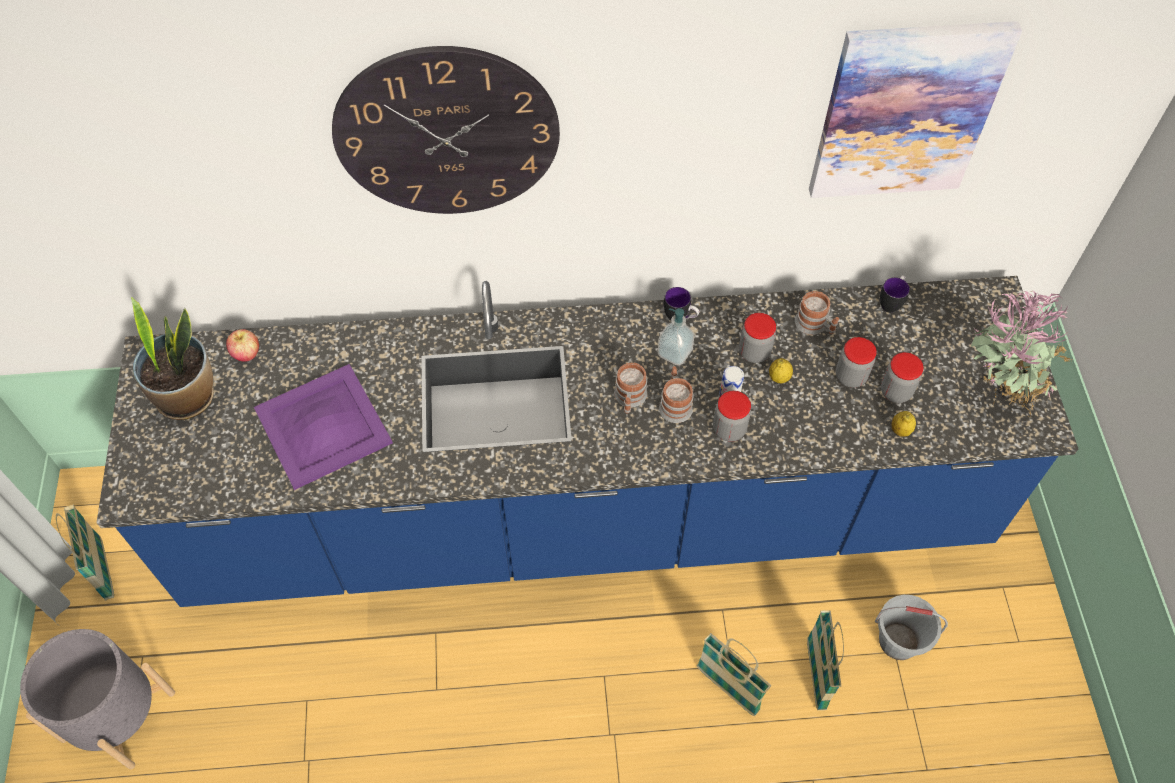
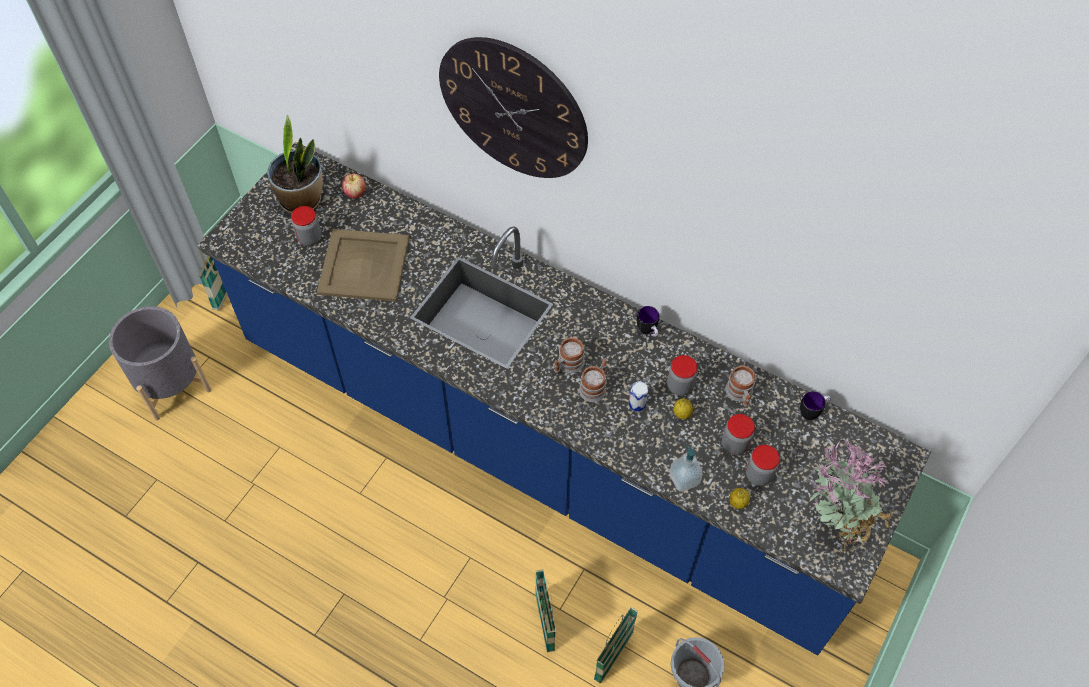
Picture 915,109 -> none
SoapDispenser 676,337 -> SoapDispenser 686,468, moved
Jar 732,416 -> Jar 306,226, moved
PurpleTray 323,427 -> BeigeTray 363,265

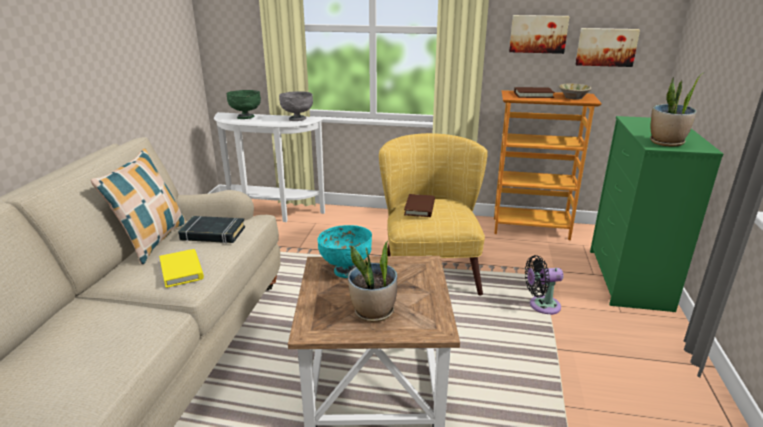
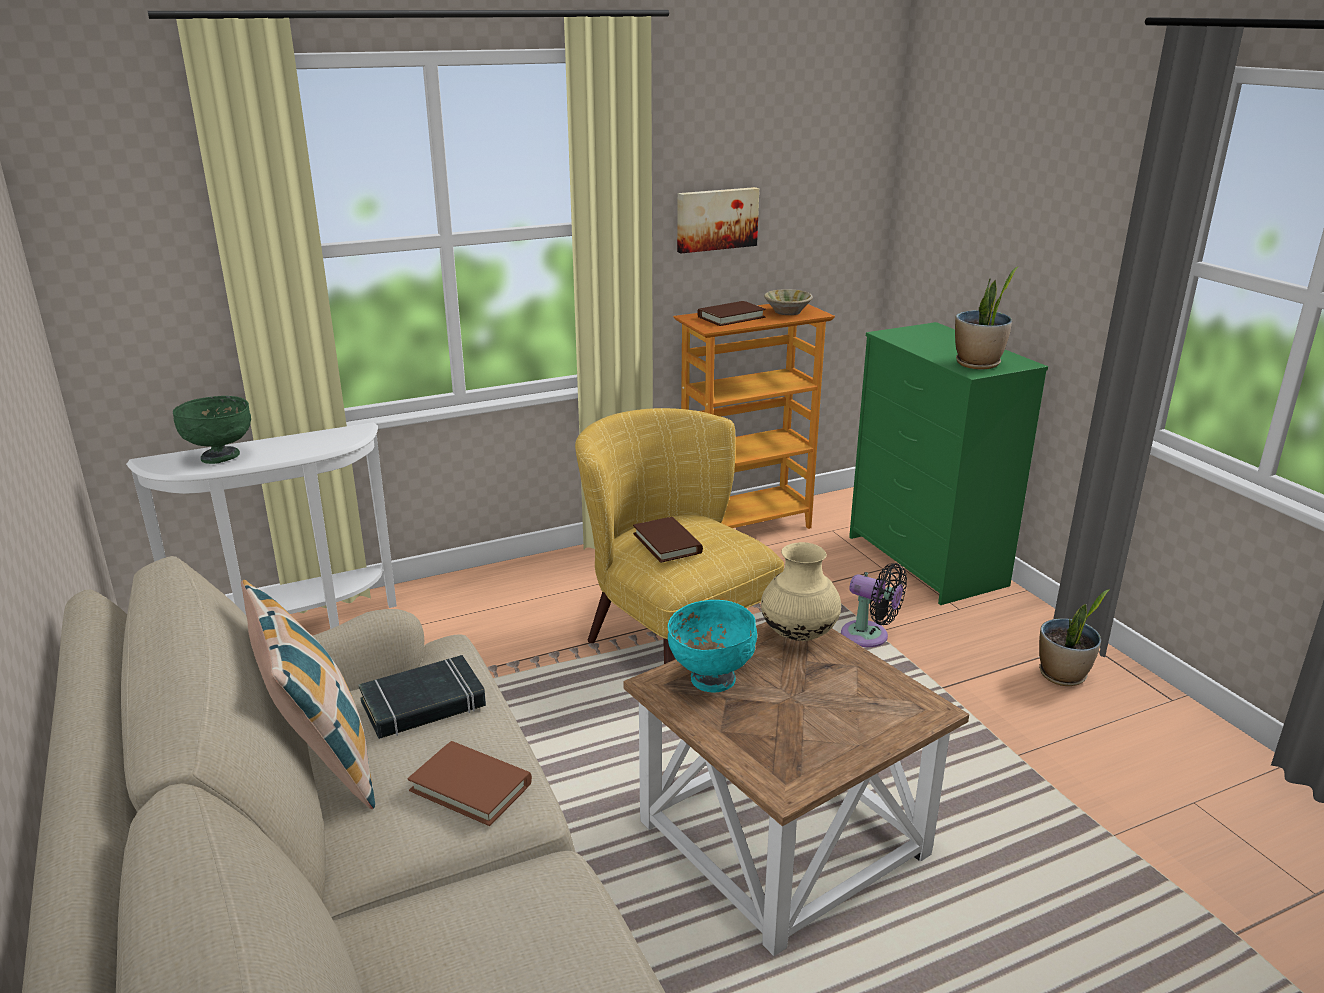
GreyBowl 296,106 -> none
Picture 607,47 -> none
none -> BeigeVase 801,591
PottedPlant 372,281 -> PottedPlant 1074,637, moved
YellowBook 181,268 -> BrownBook 470,783
BlackFan 544,285 -> BlackFan 874,605, 105 degrees counterclockwise

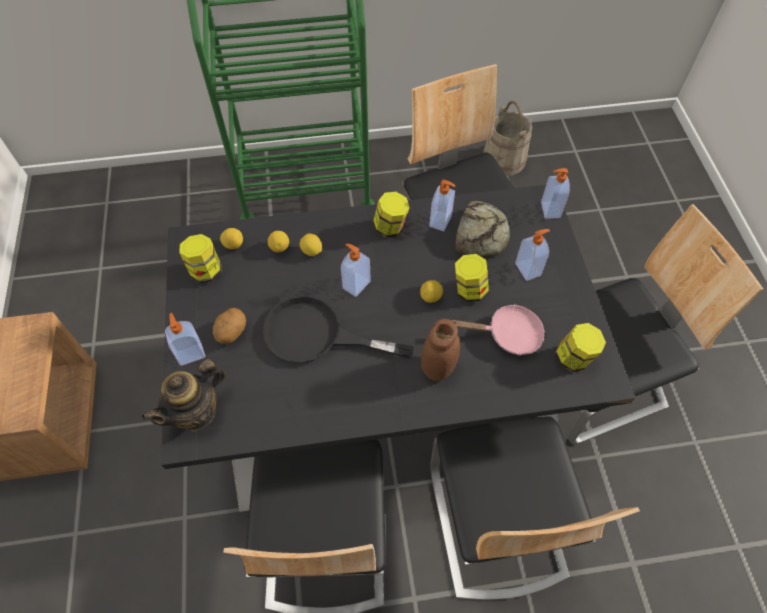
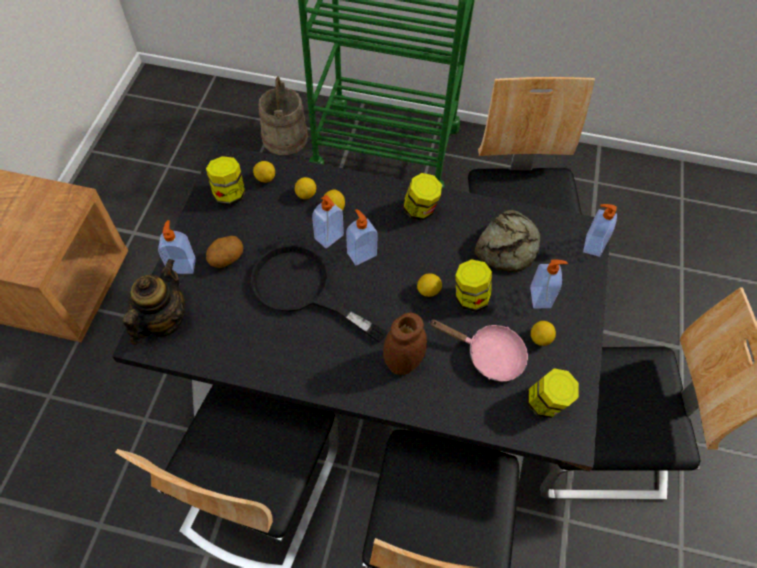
none -> Lemon 543,333
SoapDispenser 442,205 -> SoapDispenser 328,221, moved
BeigeBucket 507,138 -> BeigeBucket 283,115, moved
Teapot 184,395 -> Teapot 154,302, 135 degrees clockwise

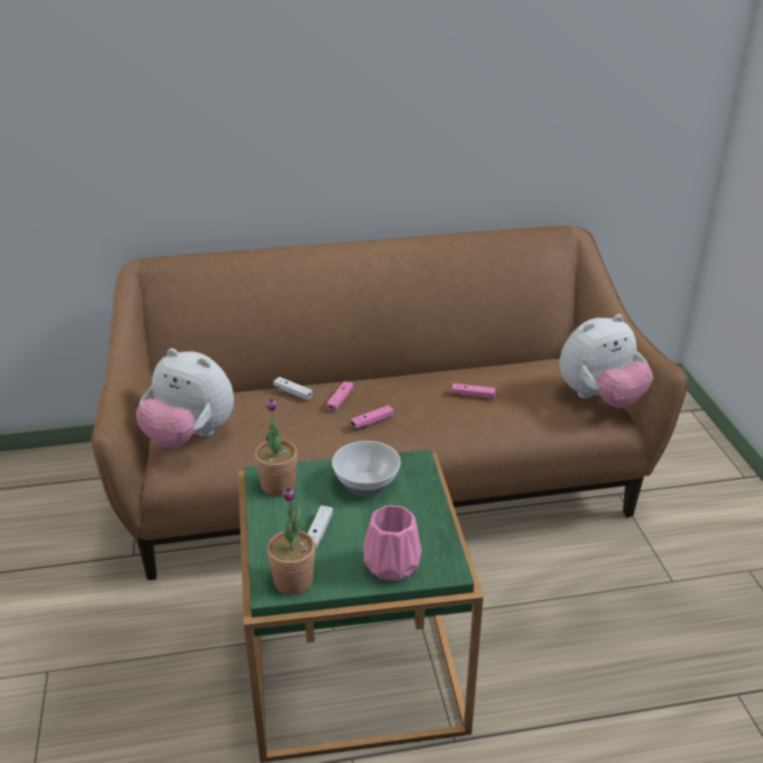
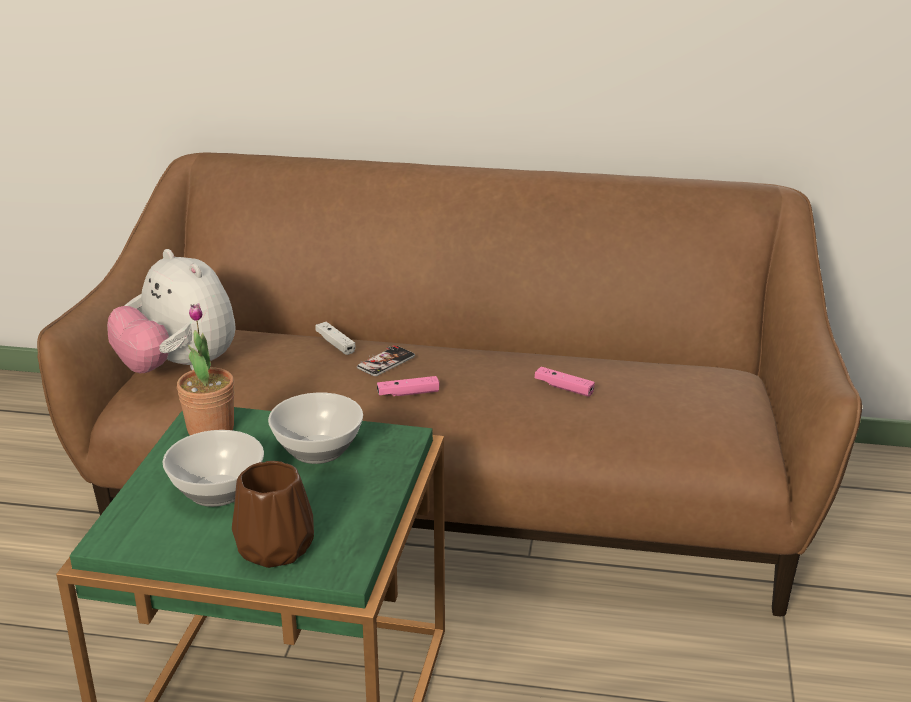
PottedPlant 291,541 -> none
PlushToy 606,361 -> none
WhiteGameController 320,527 -> Bowl 213,468
PinkGameController 339,396 -> Phone 386,360
PinkVase 392,543 -> BrownVase 273,514

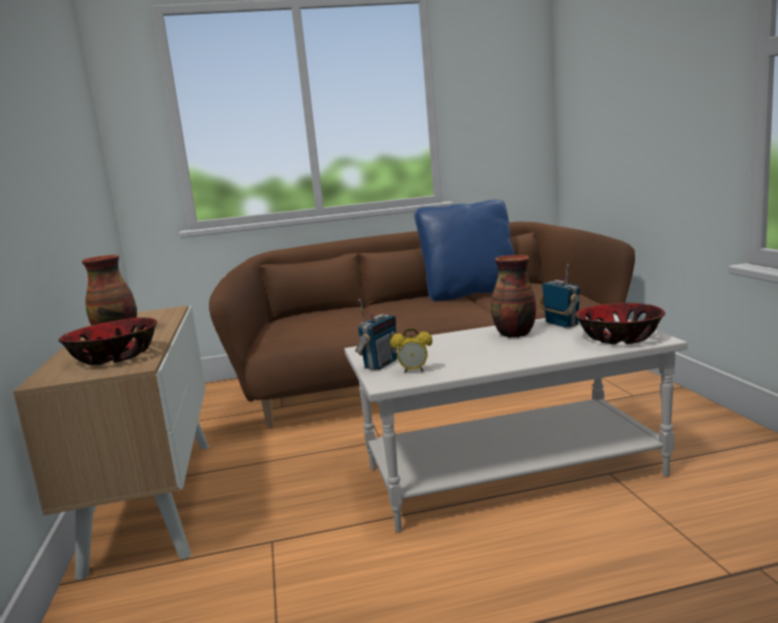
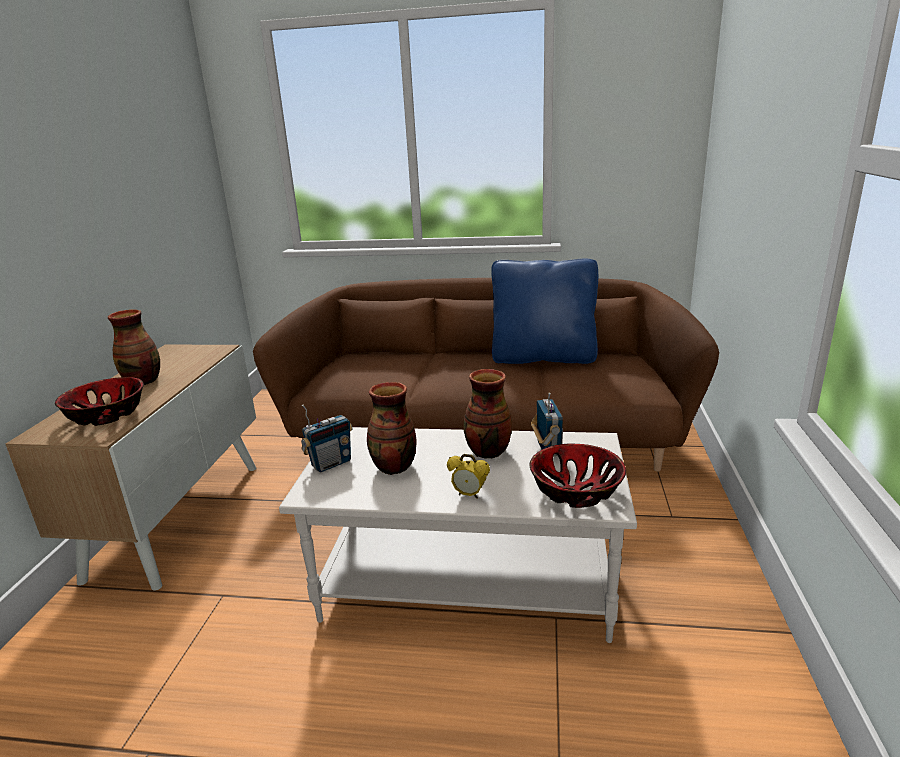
none -> Vase 391,428
AlarmClock 411,350 -> AlarmClock 468,476, moved

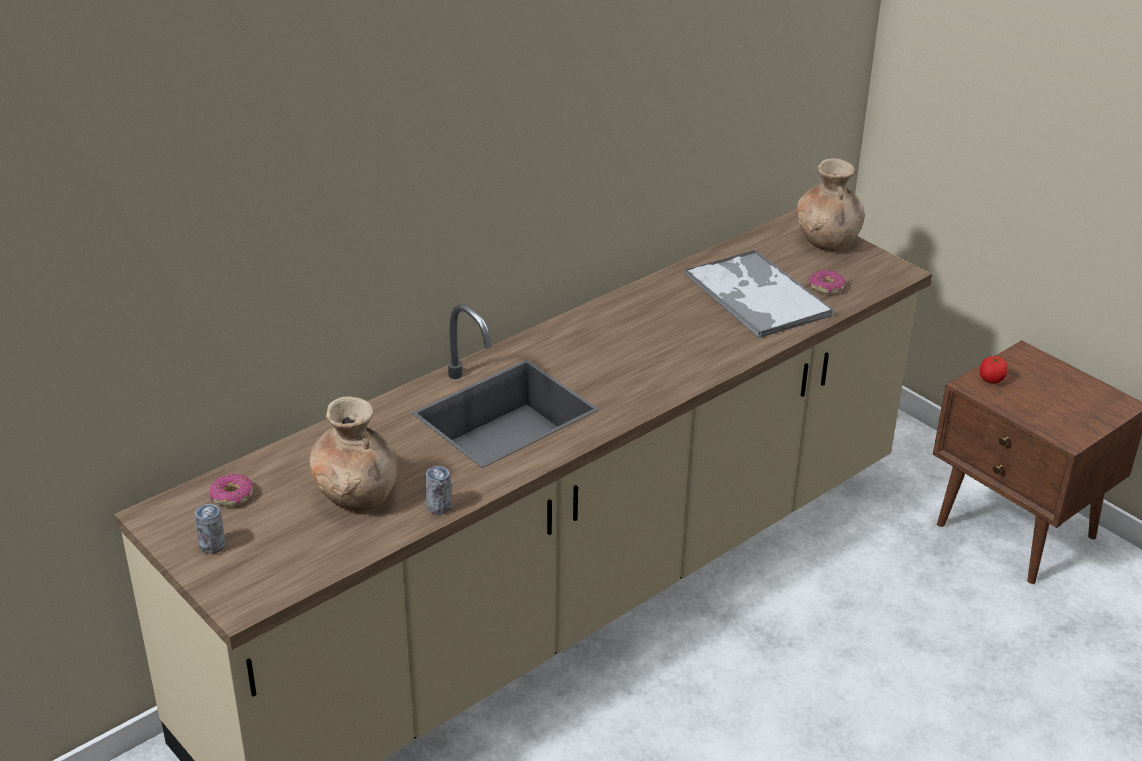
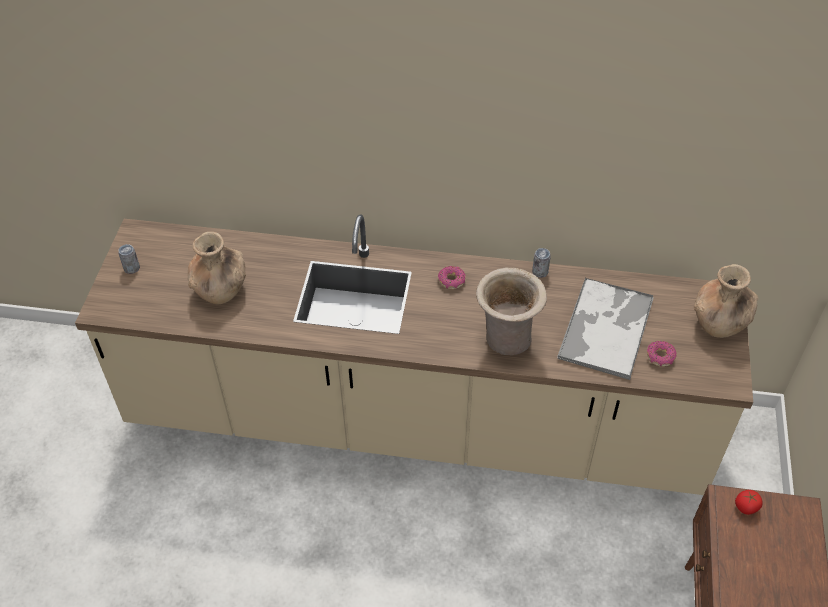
none -> BeigeVase 511,311
Donut 231,490 -> Donut 452,277, moved
Can 438,490 -> Can 541,263, moved

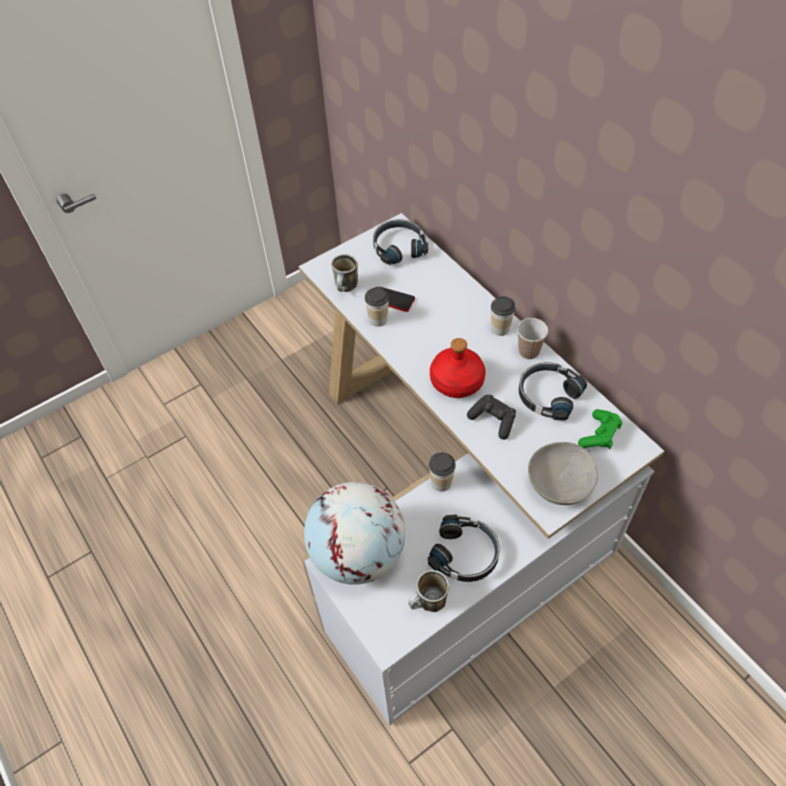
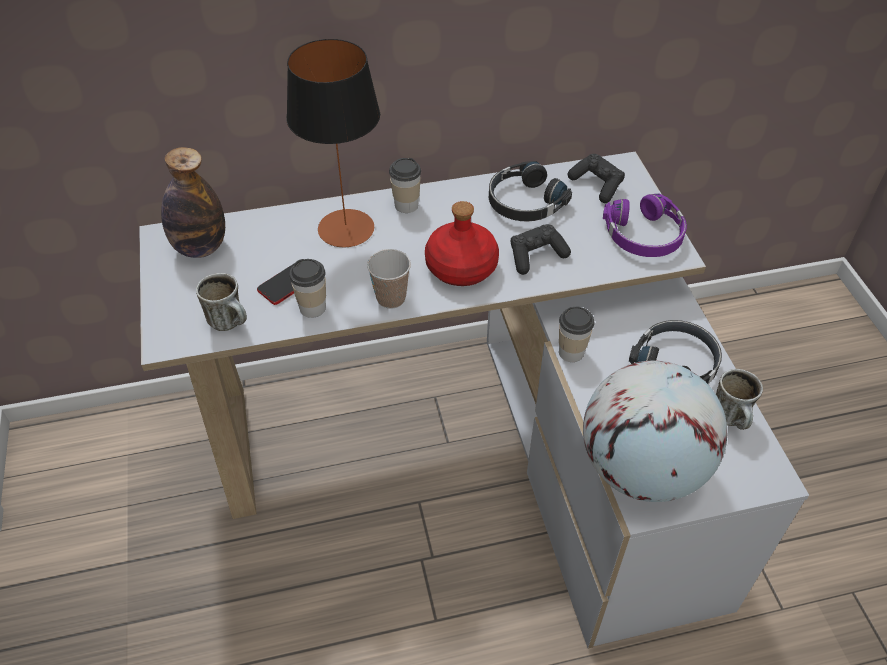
none -> TableLamp 333,143
Cup 532,338 -> Cup 389,279, moved
BlackHeadphones 400,242 -> Bottle 193,202
GreyBowl 563,473 -> PurpleHeadphones 645,225
GreenGameController 600,429 -> BlackGameController 596,178

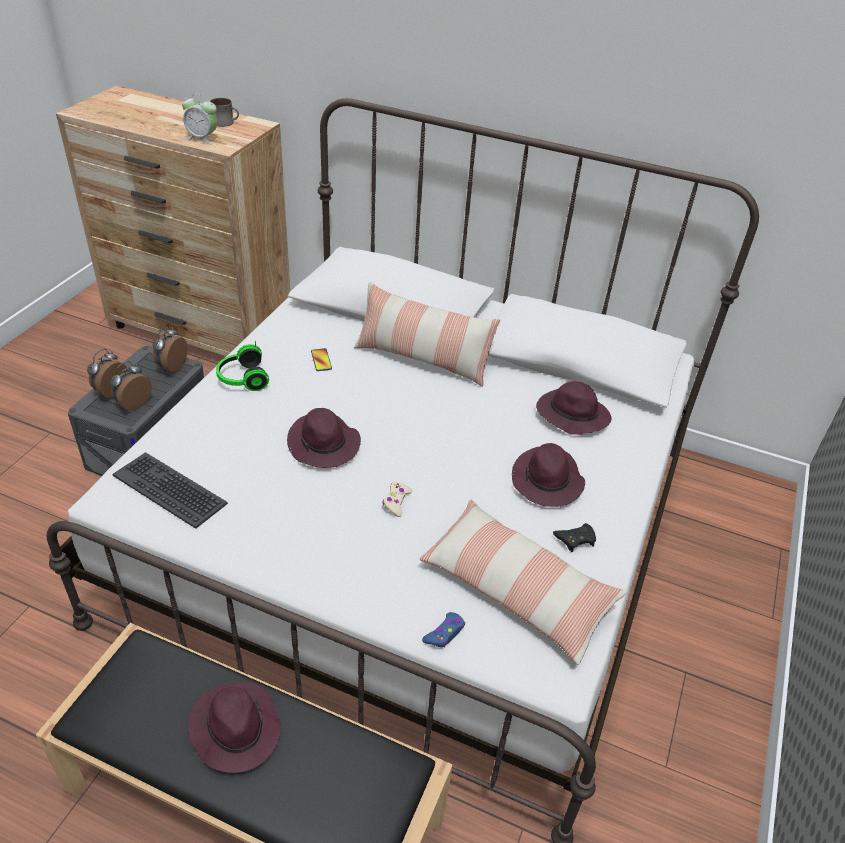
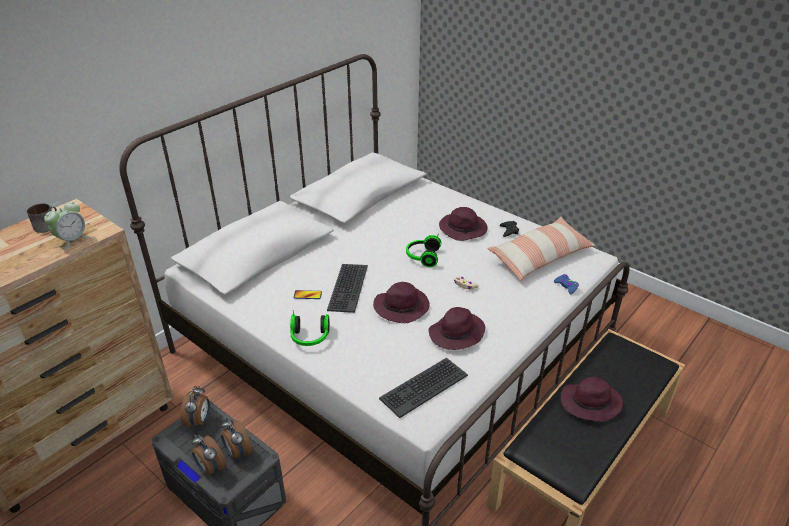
Pillow 427,334 -> none
none -> Keyboard 347,288
none -> Headphones 423,251
PurpleHat 574,408 -> PurpleHat 457,328, moved
AlarmClock 170,348 -> AlarmClock 195,406, 120 degrees counterclockwise

